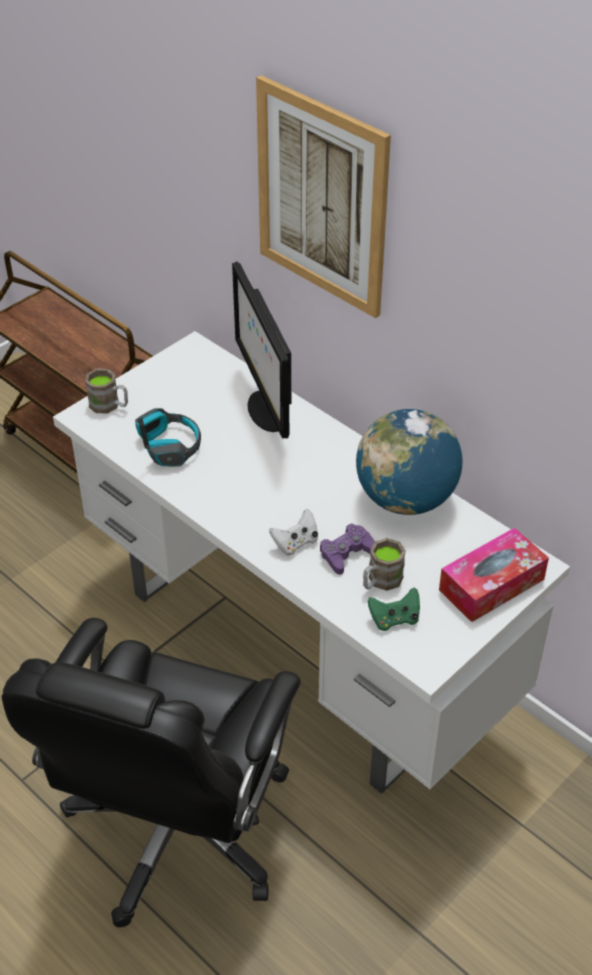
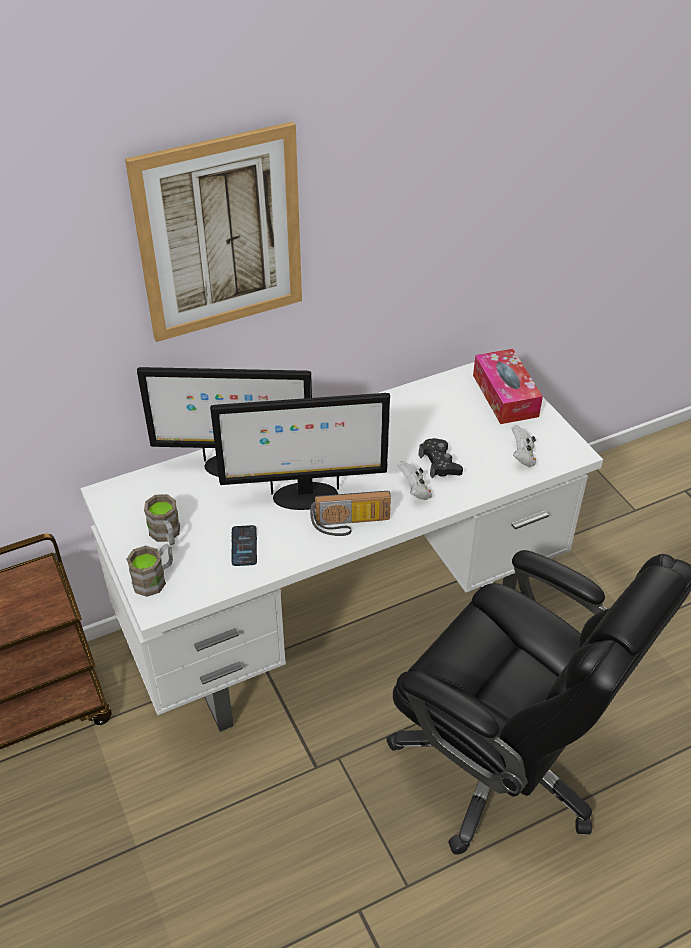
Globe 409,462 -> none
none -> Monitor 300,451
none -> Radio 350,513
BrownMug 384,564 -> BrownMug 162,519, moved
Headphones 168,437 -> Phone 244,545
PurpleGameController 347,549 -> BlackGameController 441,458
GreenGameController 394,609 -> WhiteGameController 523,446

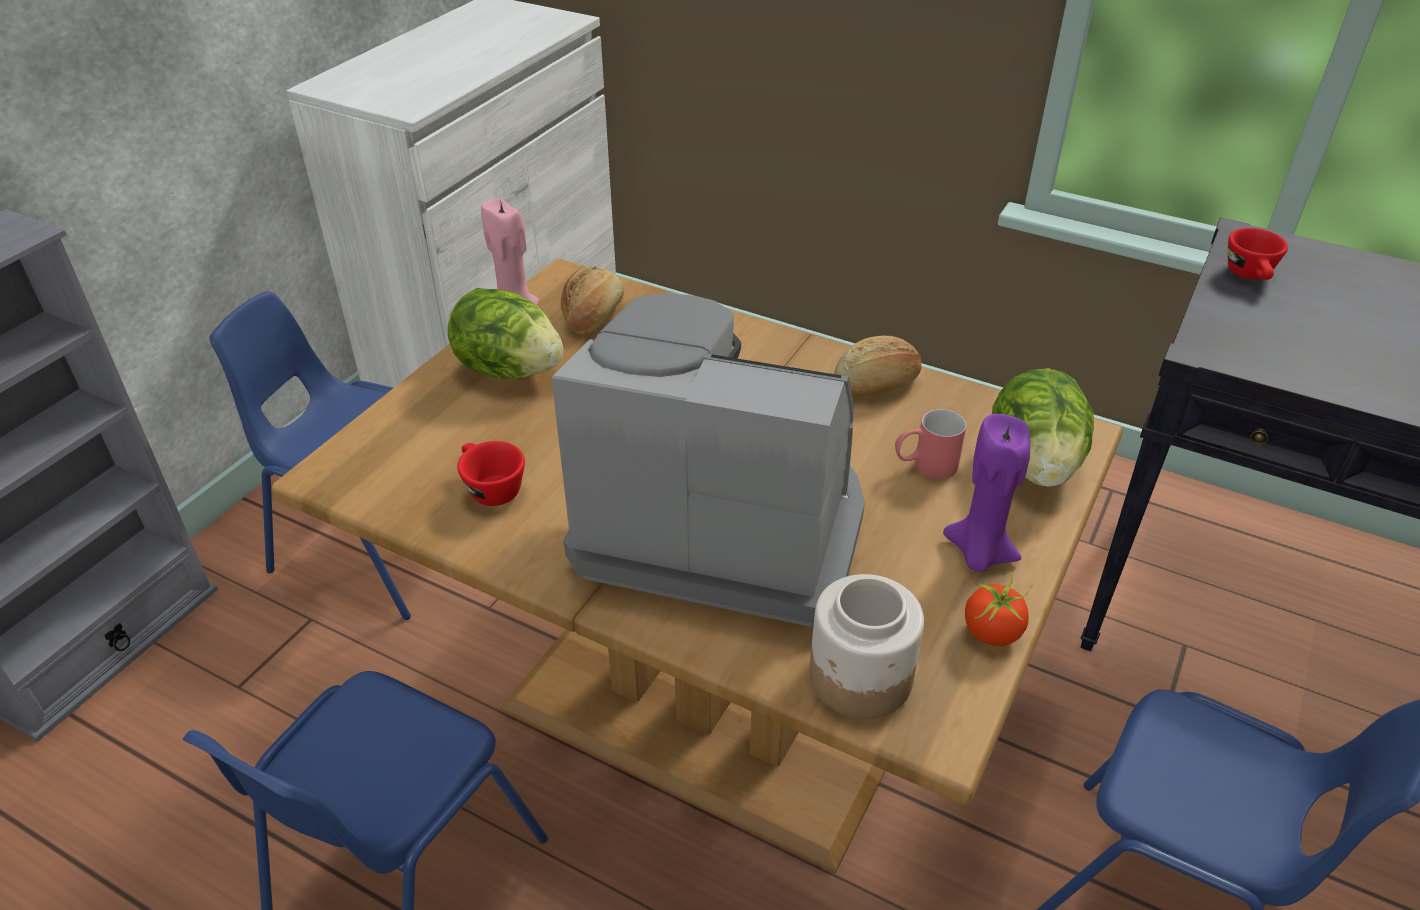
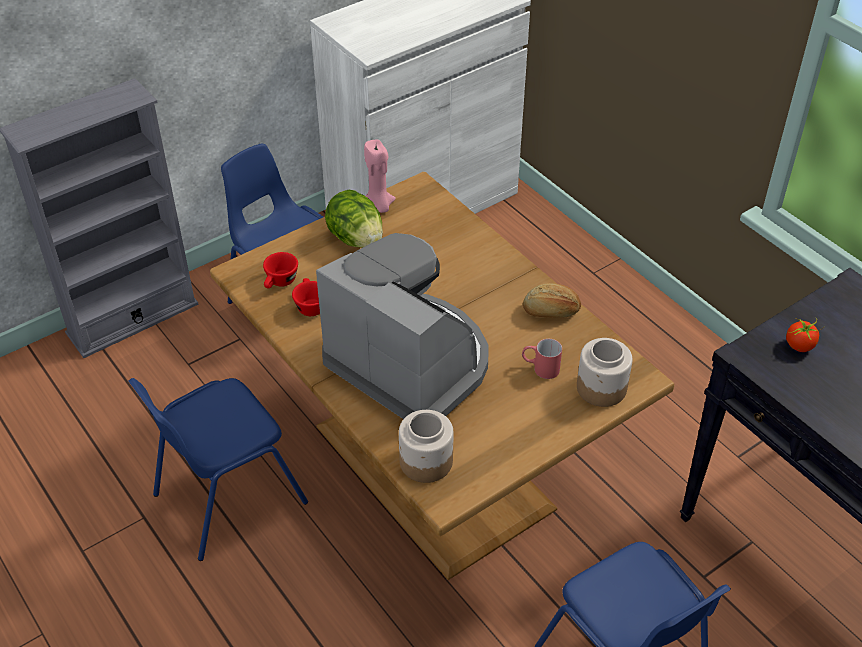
Bread 592,300 -> none
PurpleCandle 986,493 -> none
Tomato 999,609 -> Tomato 805,335, moved
RedCup 1258,254 -> RedCup 280,270, moved
Lettuce 1043,427 -> Jar 605,372

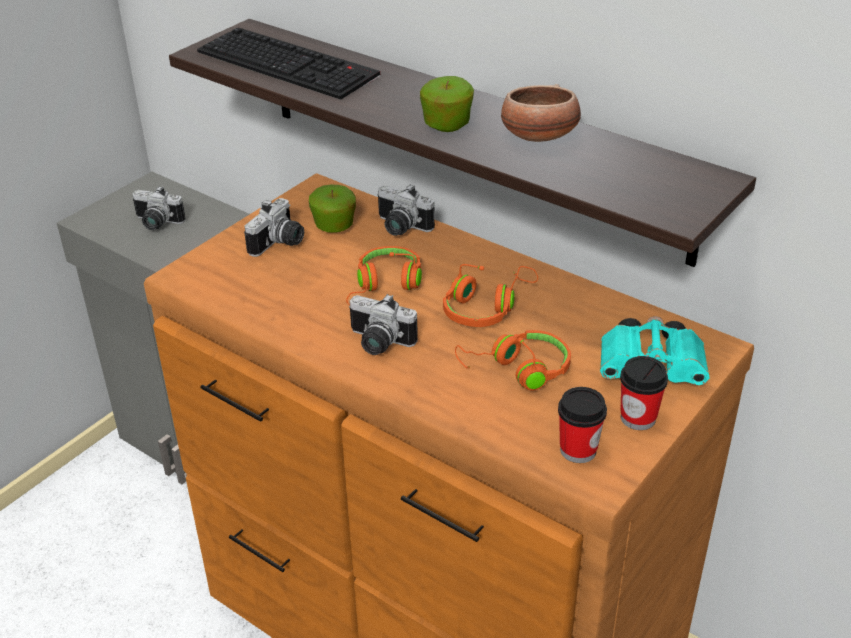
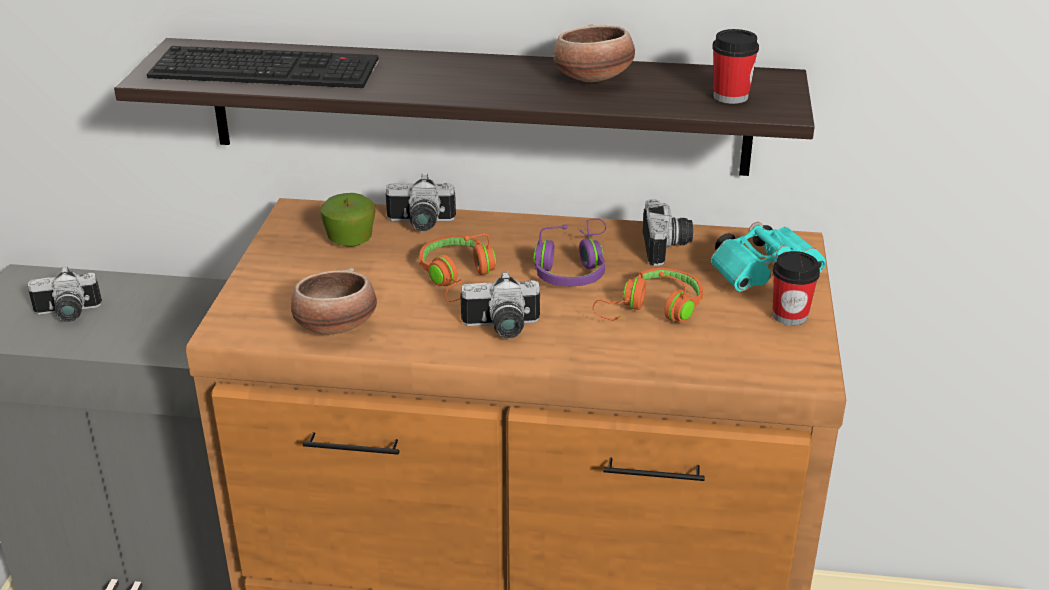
Apple 447,104 -> none
none -> Bowl 334,301
PhotoCamera 274,227 -> PhotoCamera 668,232, moved
Cup 582,425 -> Cup 735,66, moved
OrangeHeadphones 490,295 -> PurpleHeadphones 569,252

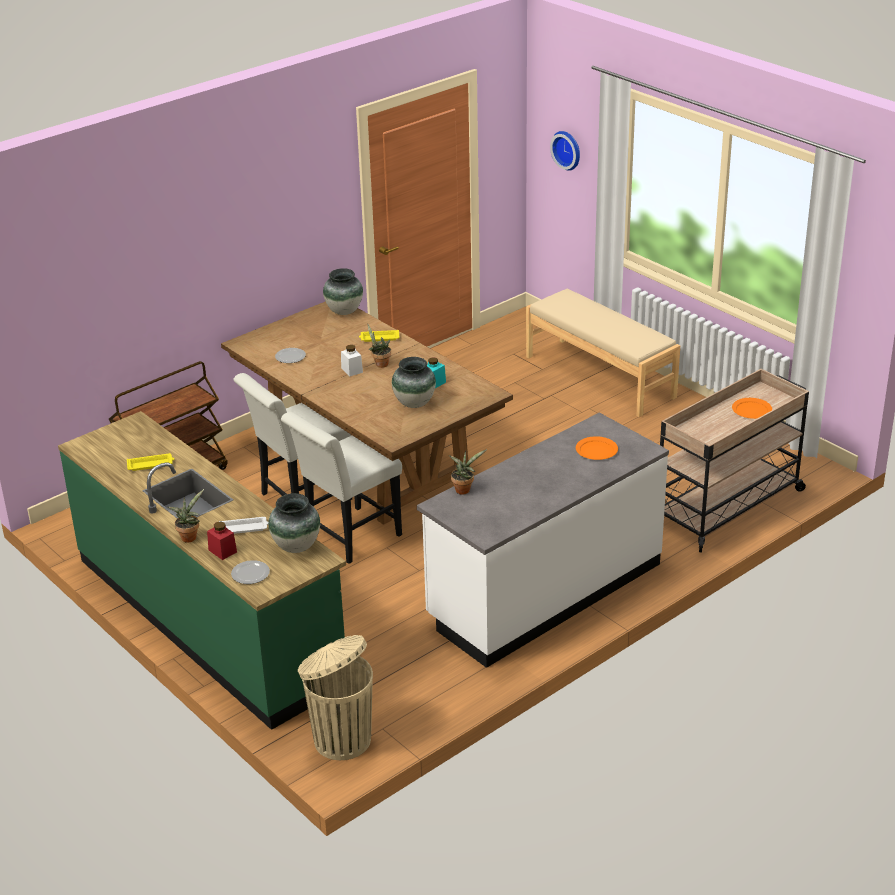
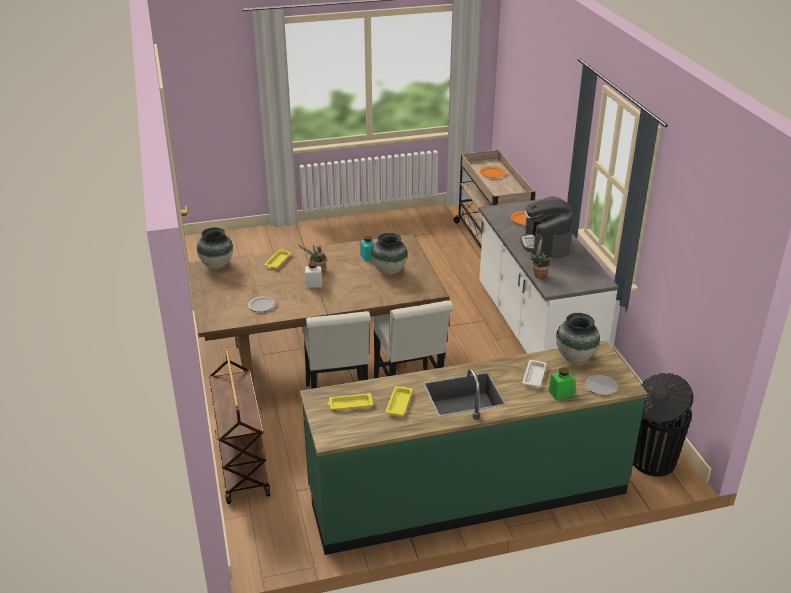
PottedPlant 185,516 -> none
BeigeBench 603,353 -> none
WallClock 565,151 -> none
none -> YellowTray 350,401
none -> CoffeeMachine 546,227
RedJar 222,540 -> GreenJar 562,384
BeigeTrashCan 335,697 -> BlackTrashCan 663,425

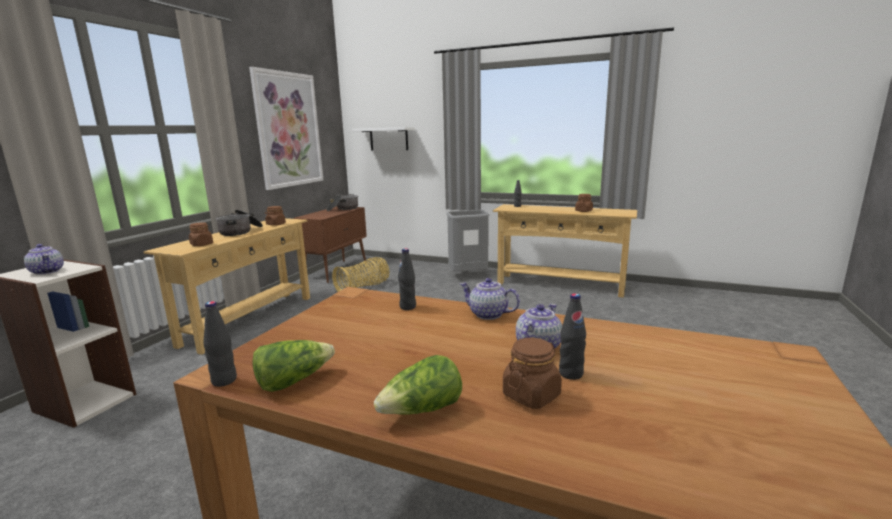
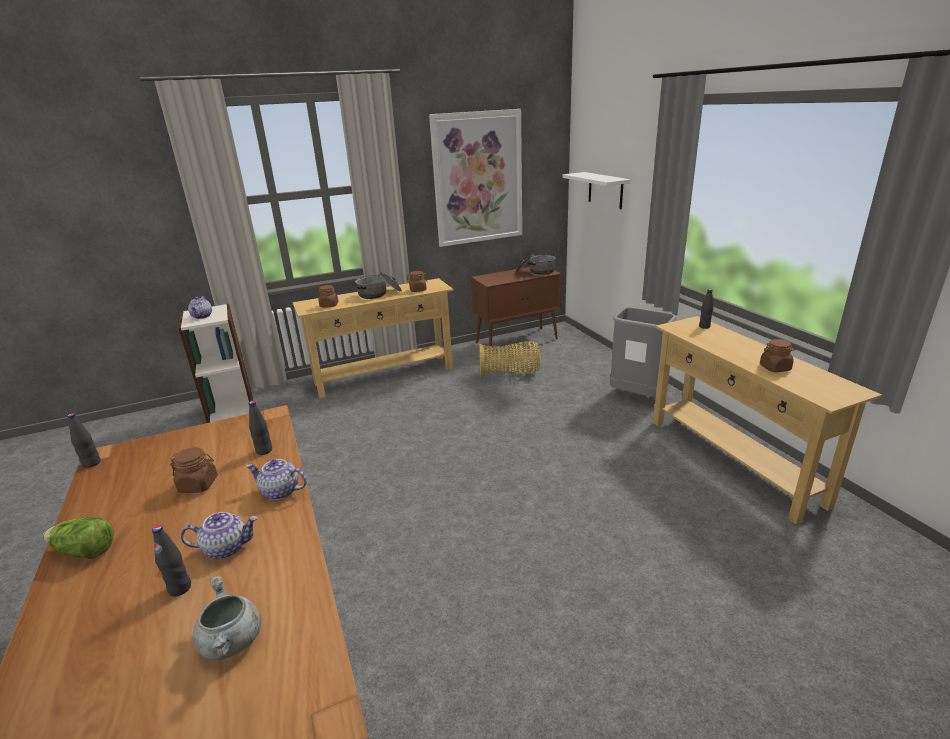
Lettuce 293,366 -> none
none -> GreyCookingPot 227,618
BrownJar 532,373 -> BrownJar 194,470, moved
Teapot 490,299 -> Teapot 276,479, 60 degrees counterclockwise

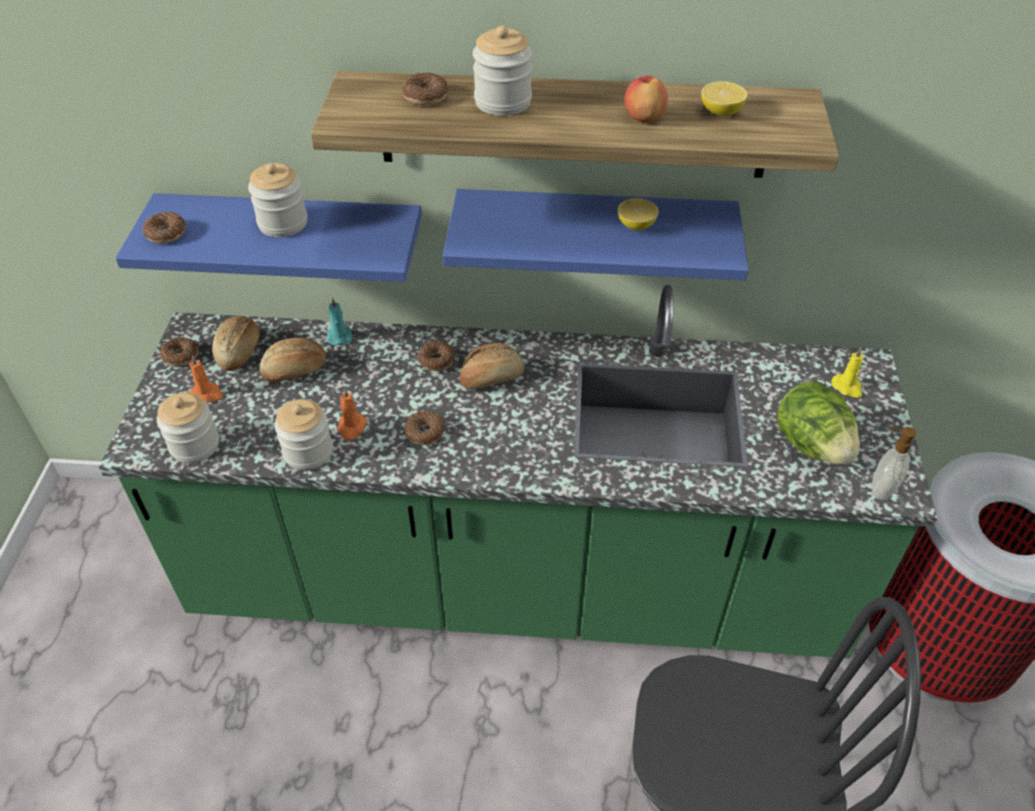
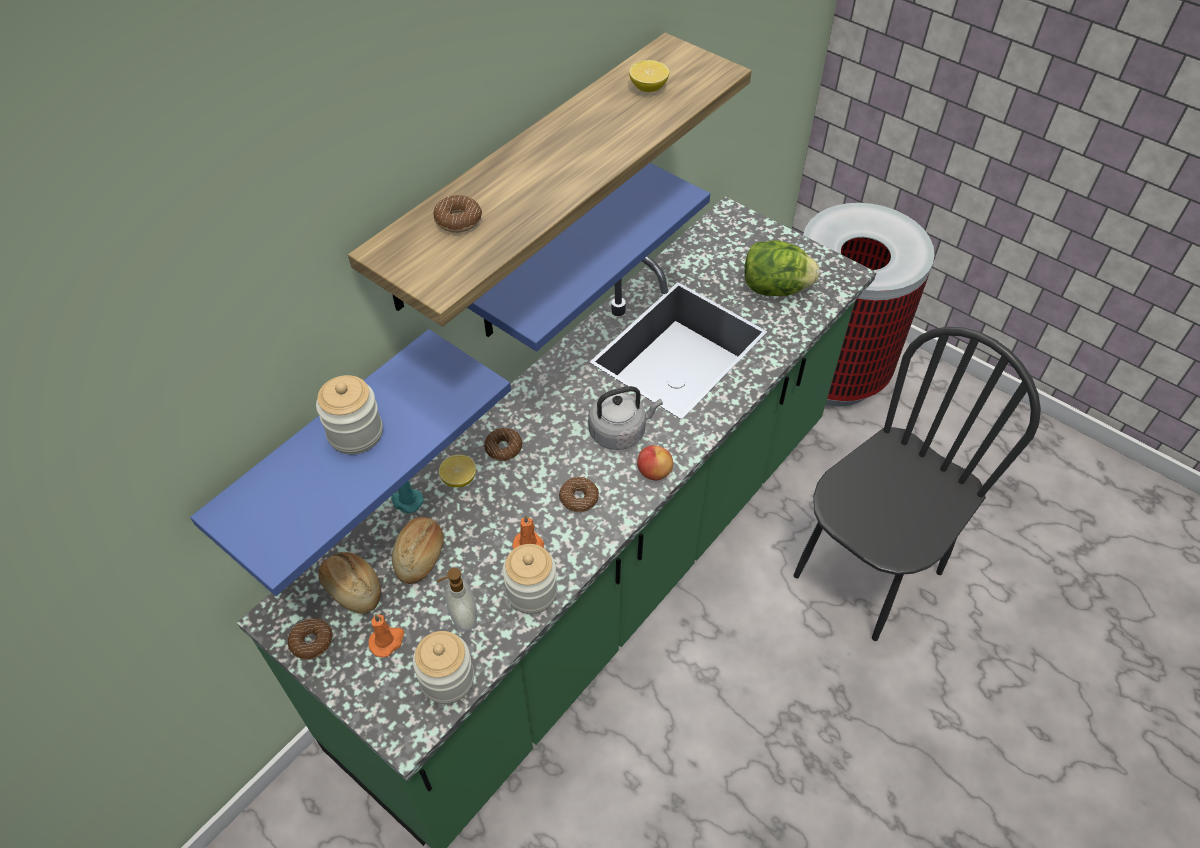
Donut 164,228 -> none
Bread 492,366 -> none
Jar 502,70 -> none
YellowCandle 847,373 -> none
none -> GreyKettle 625,418
Lemon 638,214 -> Lemon 457,470, moved
Apple 646,98 -> Apple 655,463, moved
SoapDispenser 894,463 -> SoapDispenser 457,599, moved

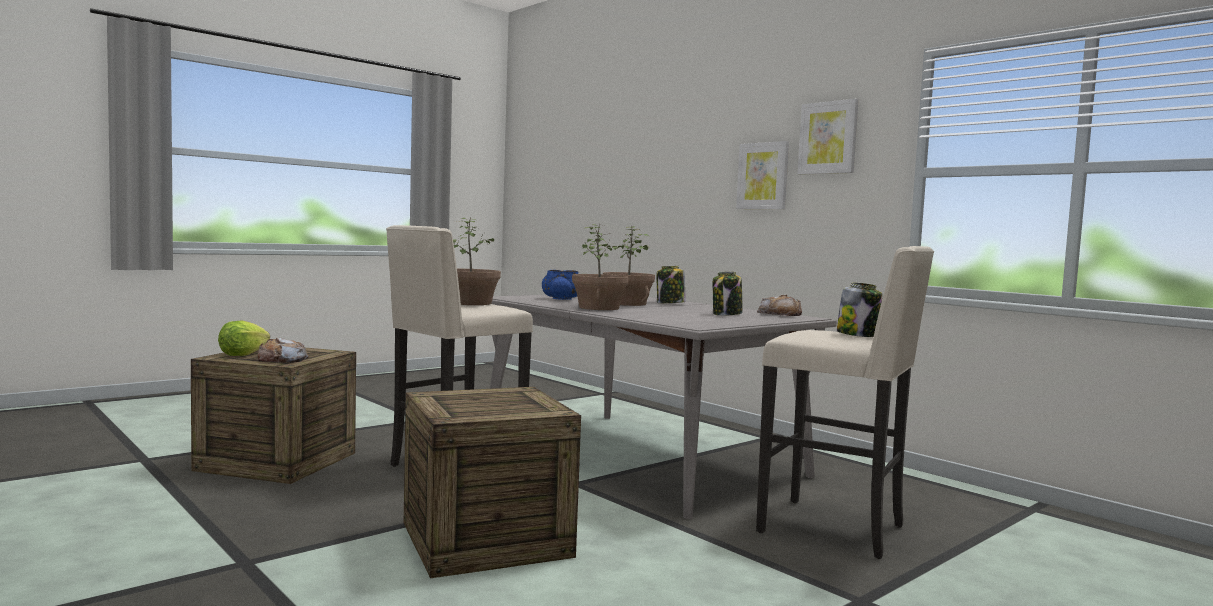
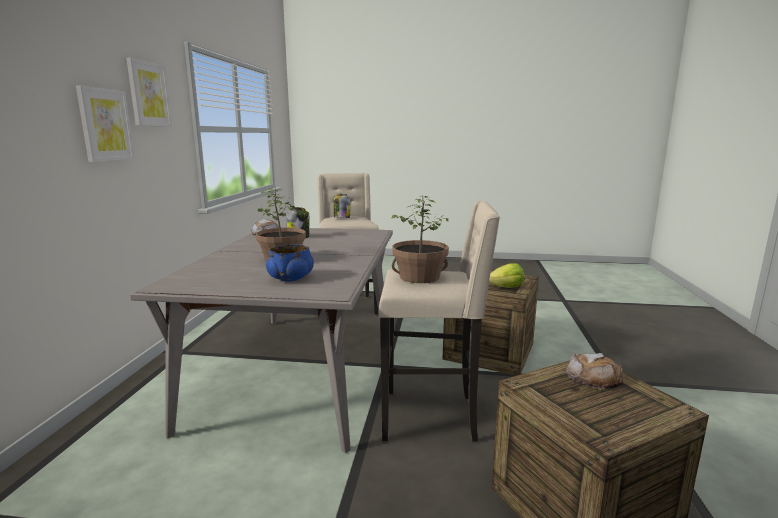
PottedPlant 600,266 -> none
Jar 671,284 -> none
Lettuce 244,338 -> Lettuce 506,275, moved

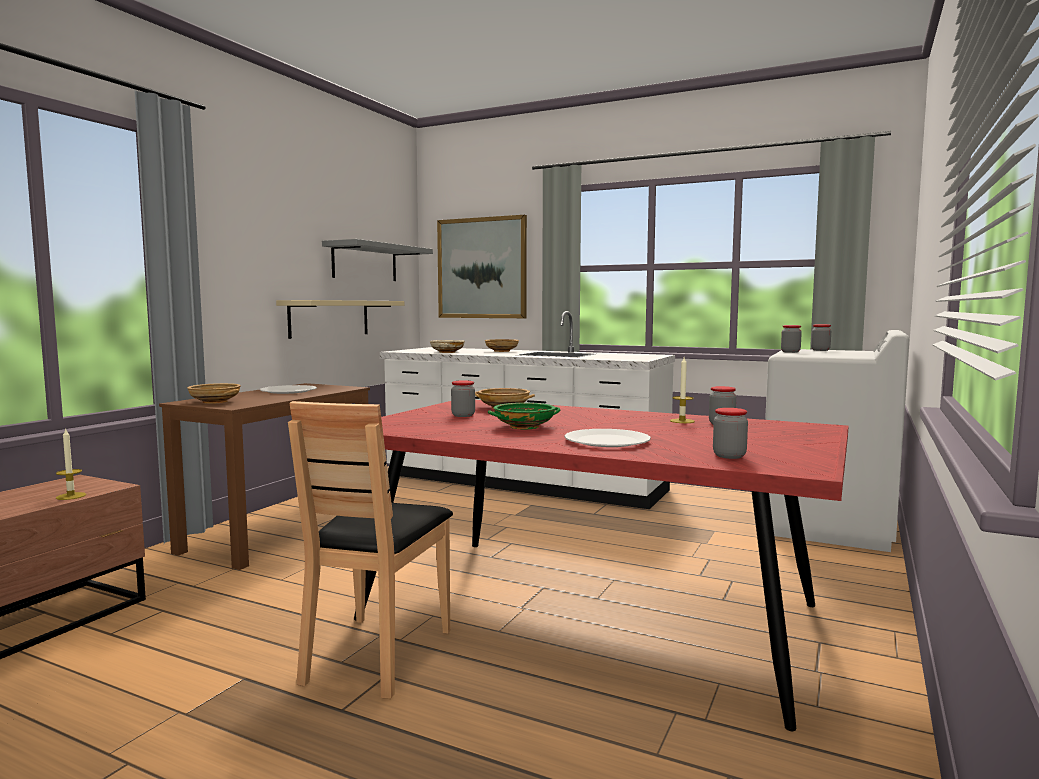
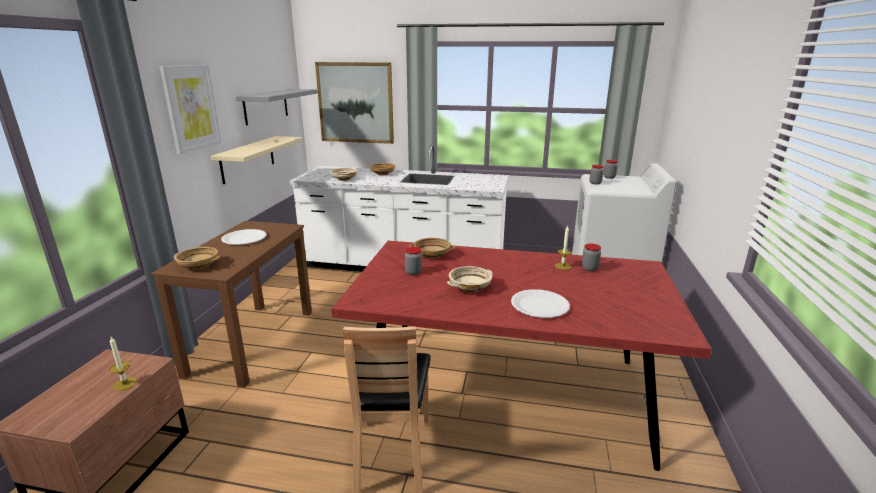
Jar 730,433 -> none
none -> Picture 190,109
GreenBowl 524,416 -> BeigeBowl 470,279

